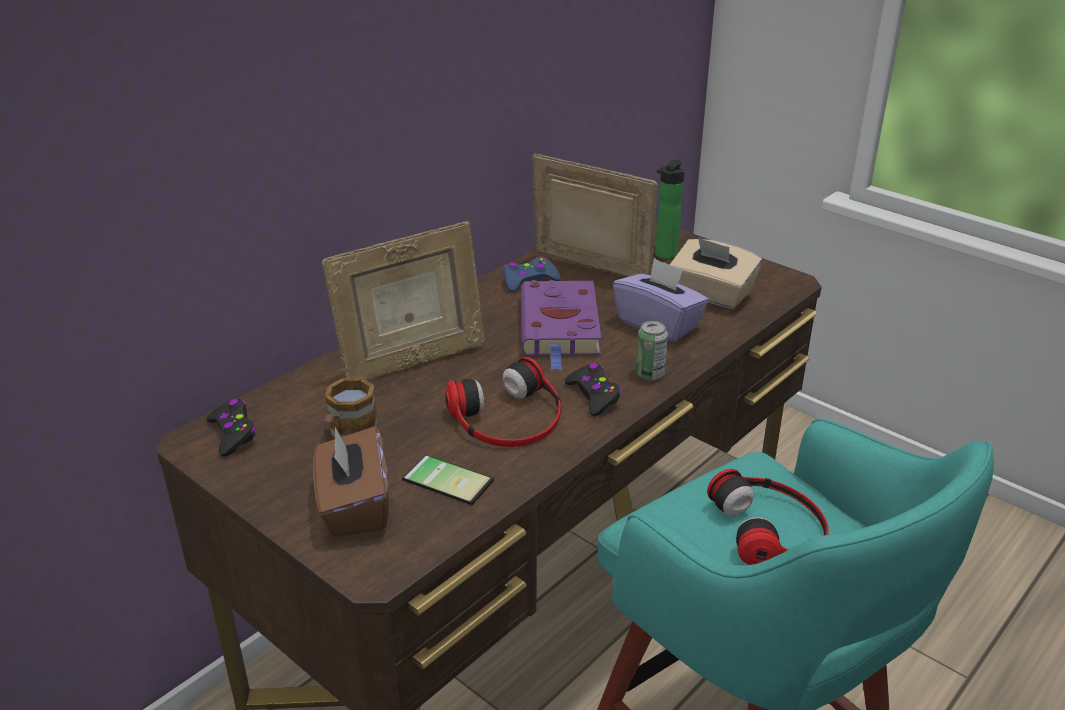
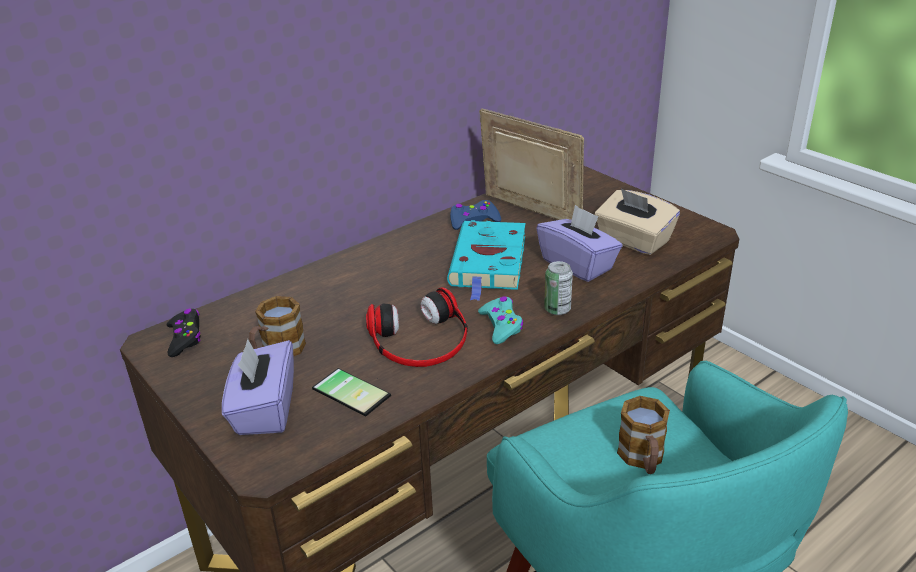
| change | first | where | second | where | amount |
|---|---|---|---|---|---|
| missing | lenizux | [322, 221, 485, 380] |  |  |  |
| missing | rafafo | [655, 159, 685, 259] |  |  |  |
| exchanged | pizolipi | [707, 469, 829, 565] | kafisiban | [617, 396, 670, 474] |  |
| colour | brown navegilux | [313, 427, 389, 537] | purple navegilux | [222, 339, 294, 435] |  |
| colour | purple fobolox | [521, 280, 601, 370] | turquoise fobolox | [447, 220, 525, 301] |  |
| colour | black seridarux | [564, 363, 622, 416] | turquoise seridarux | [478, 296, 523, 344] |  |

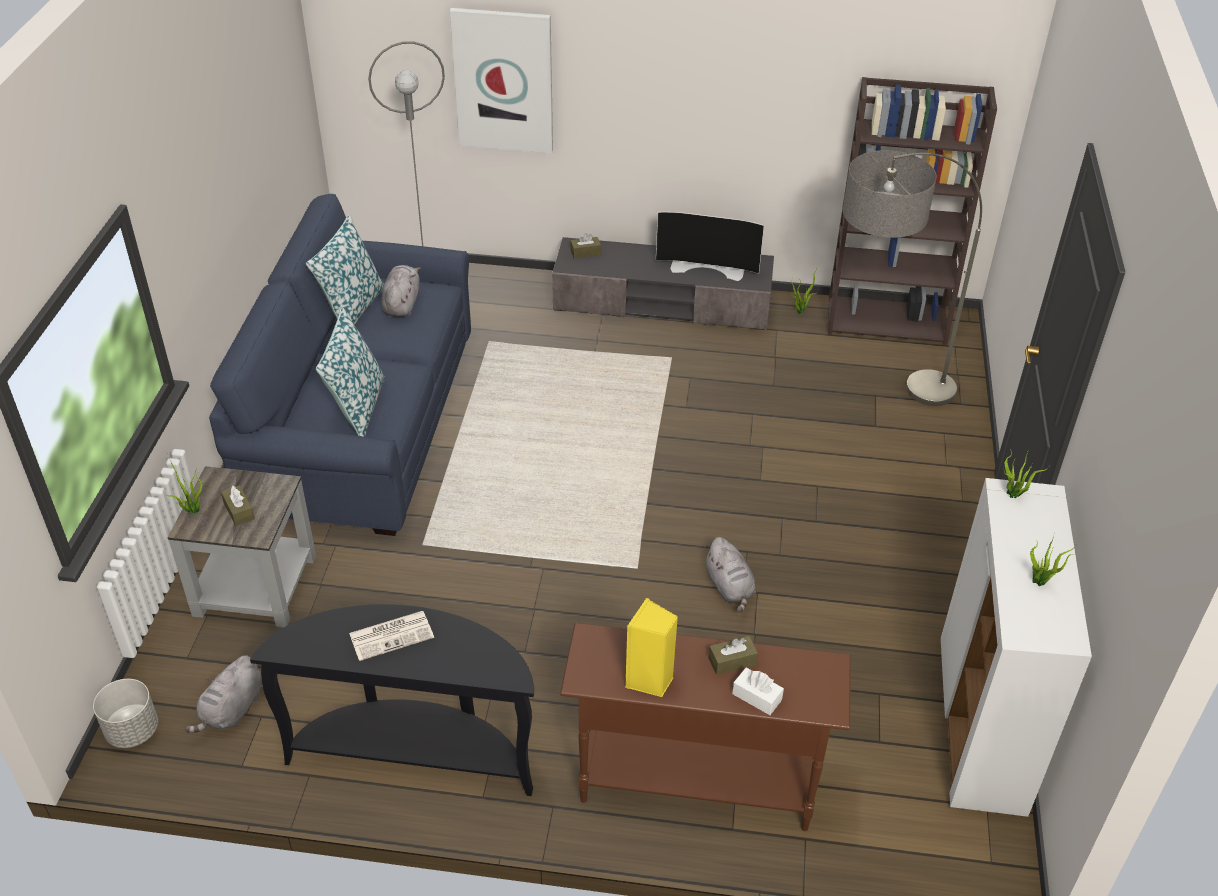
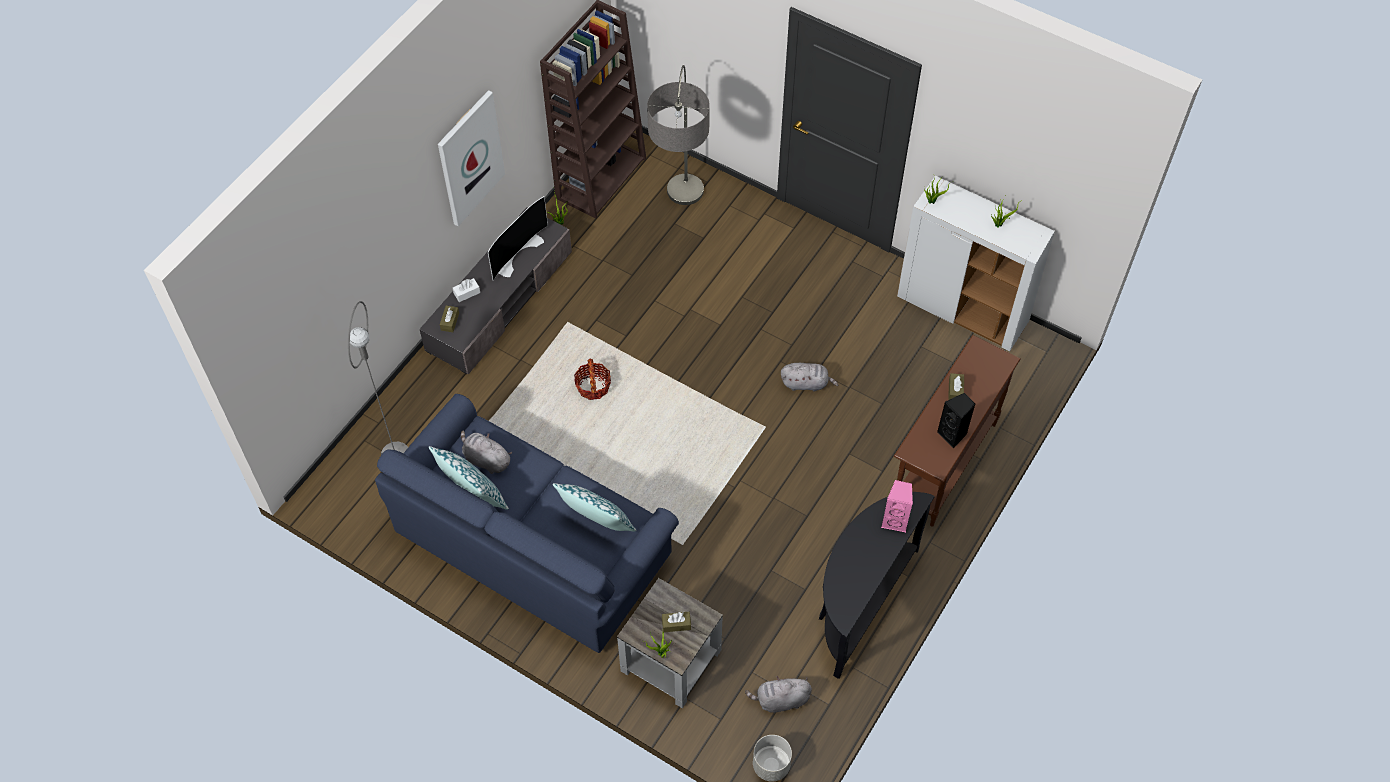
| change | first | where | second | where | amount |
|---|---|---|---|---|---|
| missing | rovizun | [349, 611, 434, 661] |  |  |  |
| appeared |  |  | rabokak | [574, 359, 611, 400] |  |
| appeared |  |  | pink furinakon | [881, 480, 913, 532] |  |
| relocated | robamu | [450, 8, 553, 153] |  | [438, 90, 505, 226] |  |
| relocated | white navegilux | [732, 668, 784, 715] |  | [453, 278, 480, 302] |  |
| colour | yellow furinakon | [625, 598, 678, 697] | black furinakon | [937, 393, 975, 448] |  |
| spun | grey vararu | [185, 655, 262, 733] |  | [745, 676, 812, 713] | 120 degrees clockwise |

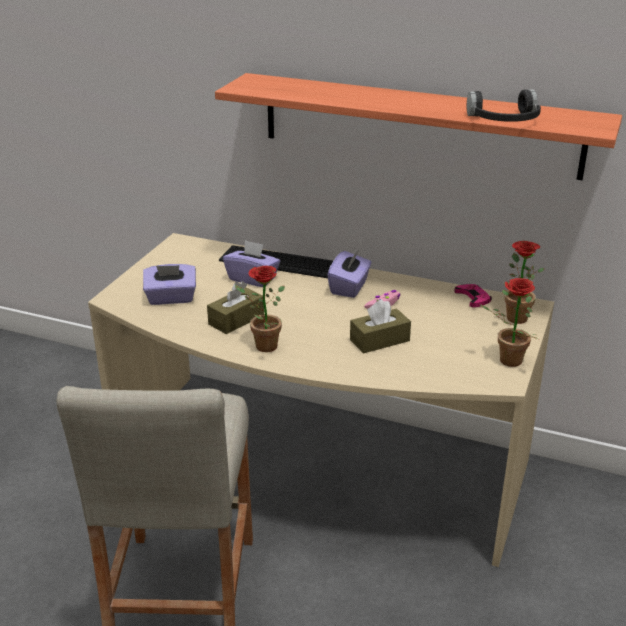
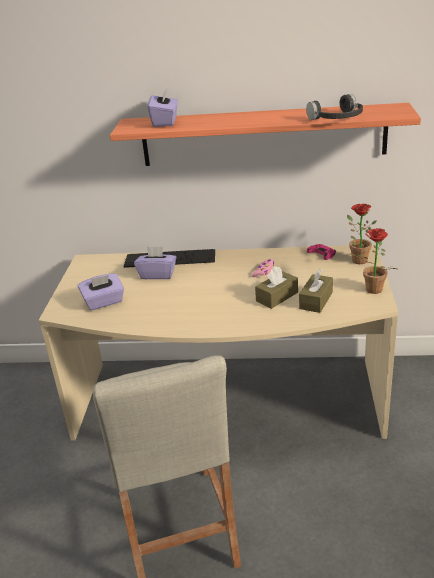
| change | first | where | second | where | amount |
|---|---|---|---|---|---|
| missing | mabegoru | [235, 266, 285, 352] |  |  |  |
| relocated | brown navegilux | [207, 281, 264, 334] |  | [299, 269, 333, 313] |  |
| relocated | purple navegilux | [327, 250, 372, 298] |  | [148, 87, 178, 127] |  |

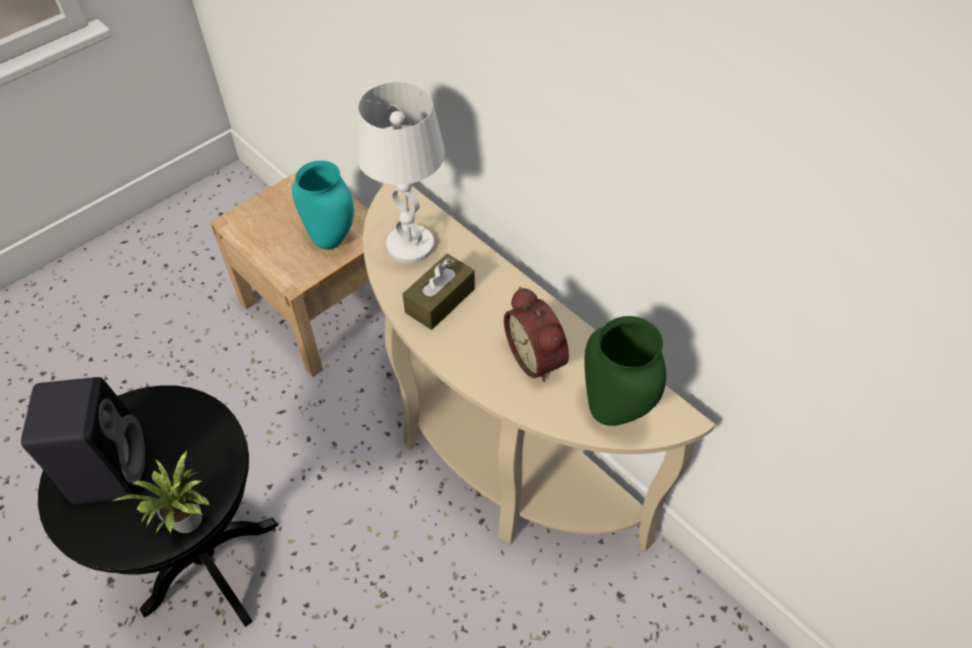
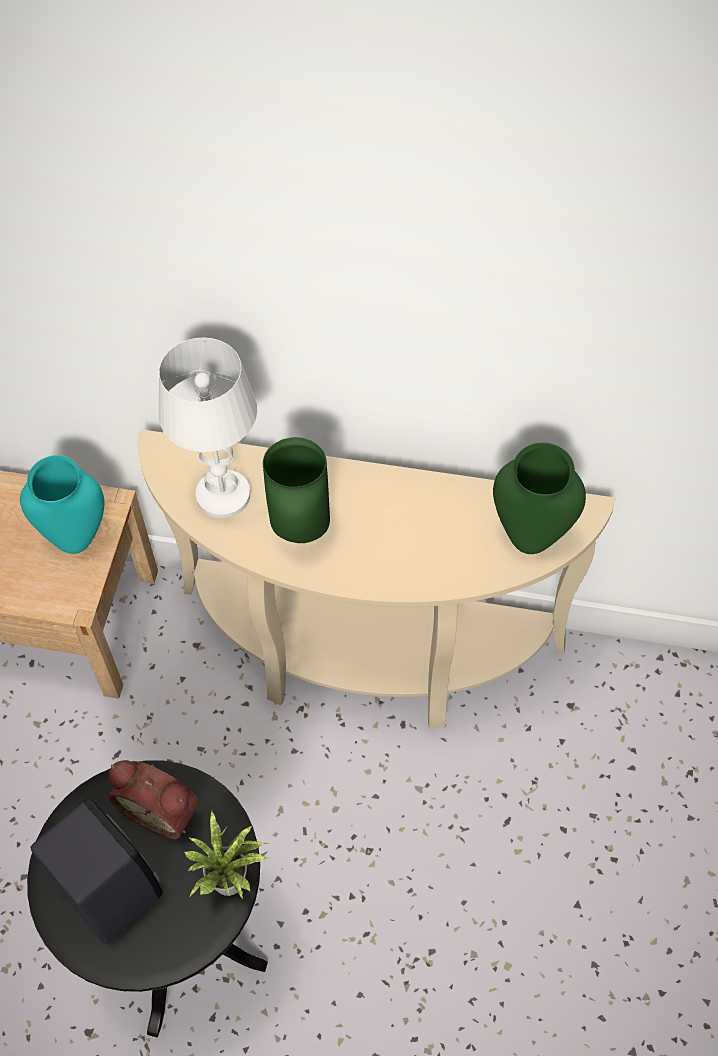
| change | first | where | second | where | amount |
|---|---|---|---|---|---|
| relocated | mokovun | [504, 287, 569, 382] |  | [109, 760, 199, 839] |  |
| exchanged | brown navegilux | [403, 254, 475, 330] | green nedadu | [263, 437, 330, 543] |  |

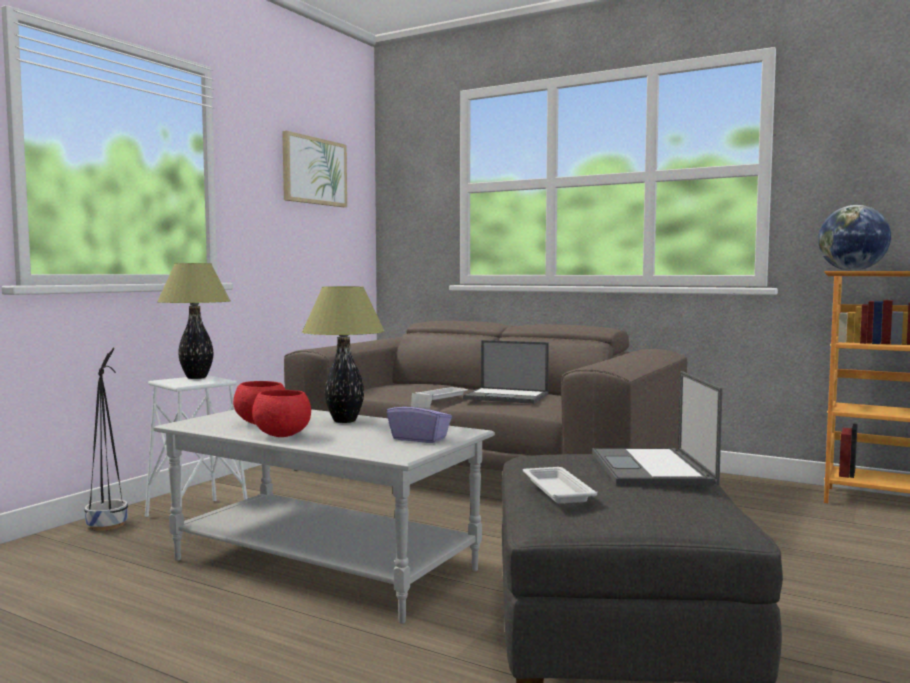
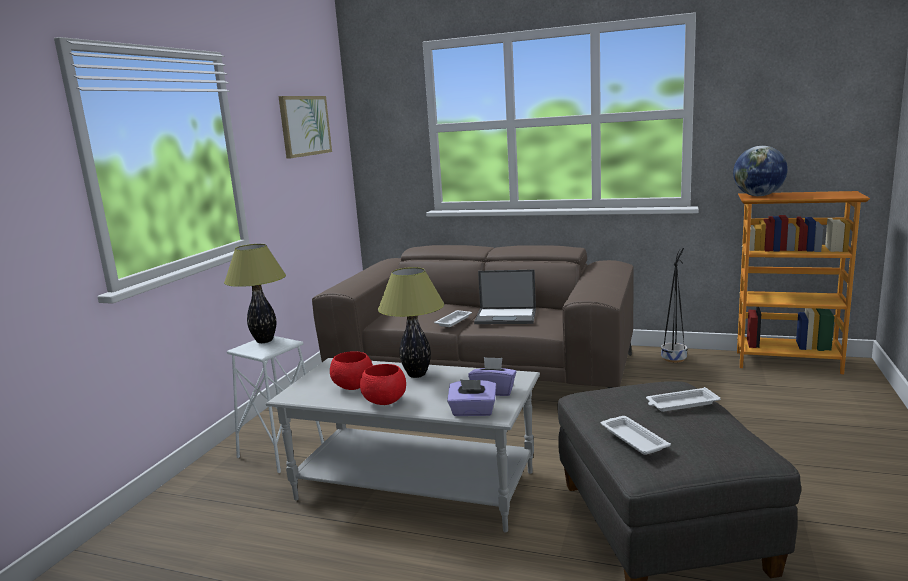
| change | first | where | second | where | amount |
|---|---|---|---|---|---|
| appeared |  |  | purple navegilux | [447, 379, 496, 416] |  |
| relocated | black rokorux | [84, 348, 128, 531] |  | [661, 248, 687, 363] |  |
| exchanged | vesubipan | [592, 371, 723, 485] | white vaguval | [646, 387, 721, 412] |  |

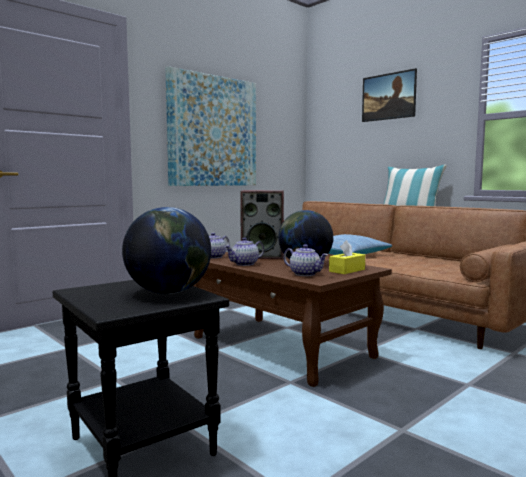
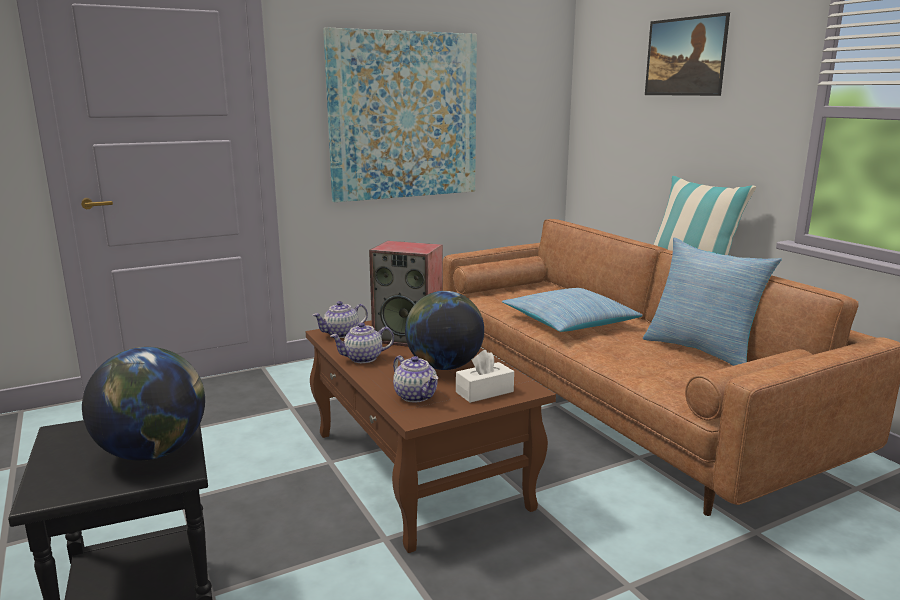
| change | first | where | second | where | amount |
|---|---|---|---|---|---|
| appeared |  |  | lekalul | [643, 238, 782, 366] |  |
| colour | yellow navegilux | [329, 240, 365, 274] | white navegilux | [456, 350, 514, 403] |  |

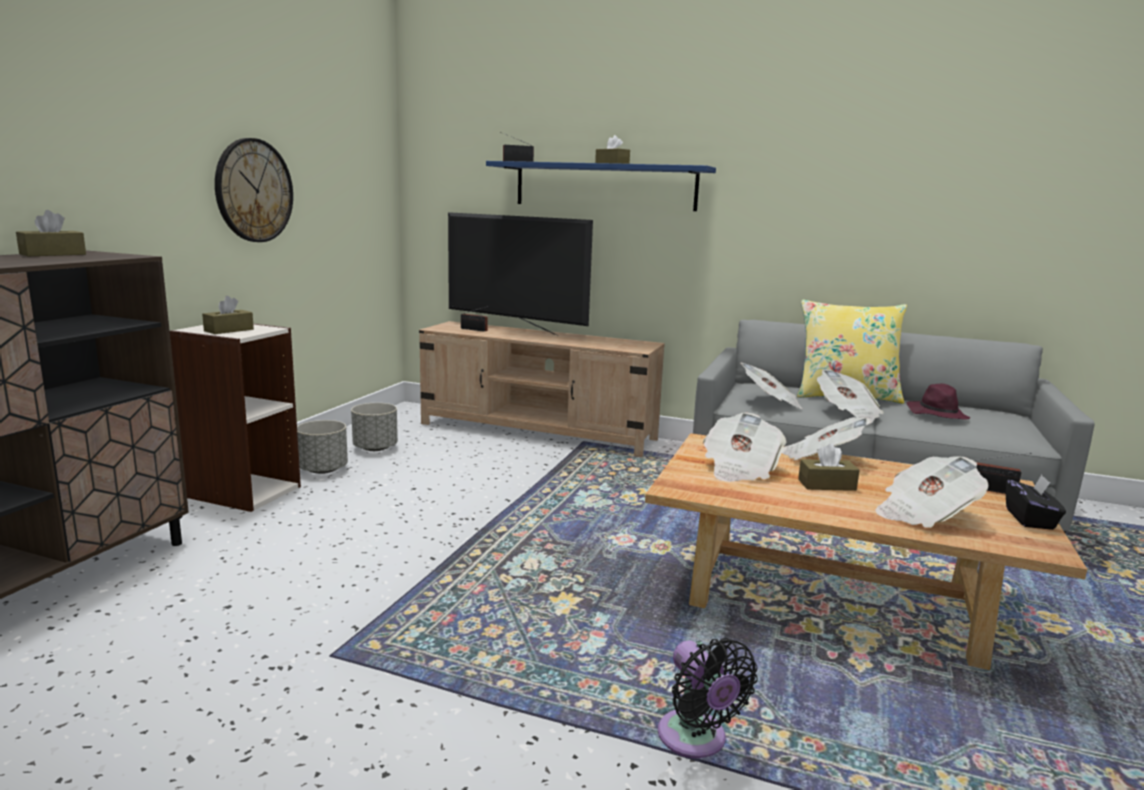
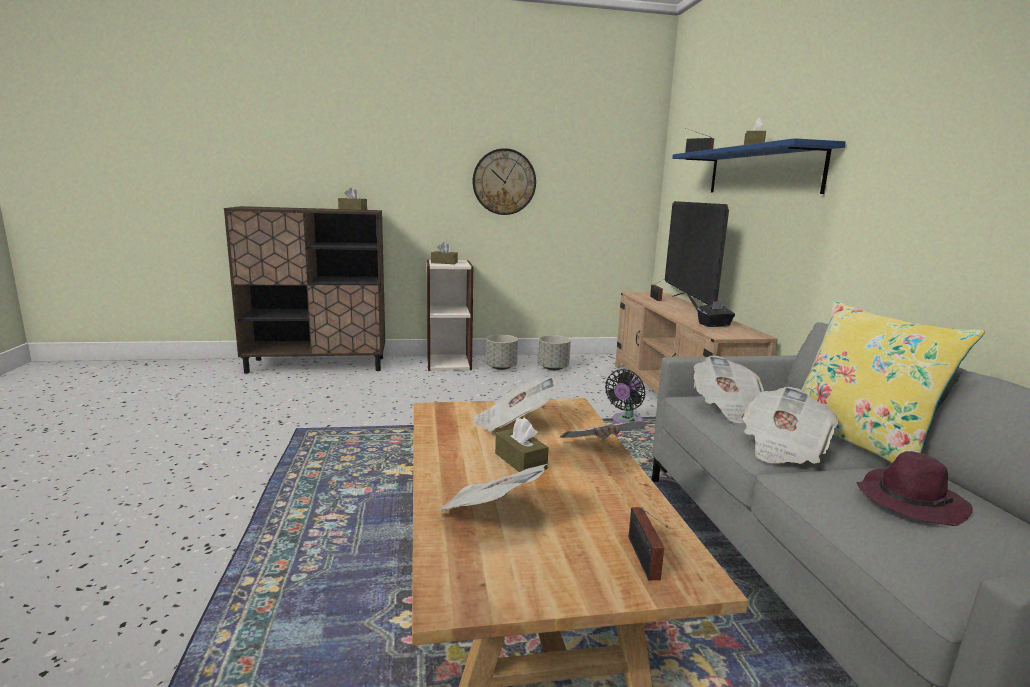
| change | first | where | second | where | amount |
|---|---|---|---|---|---|
| relocated | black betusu | [658, 638, 758, 758] |  | [605, 369, 646, 423] |  |
| relocated | black navegilux | [1006, 475, 1066, 530] |  | [697, 301, 735, 327] |  |

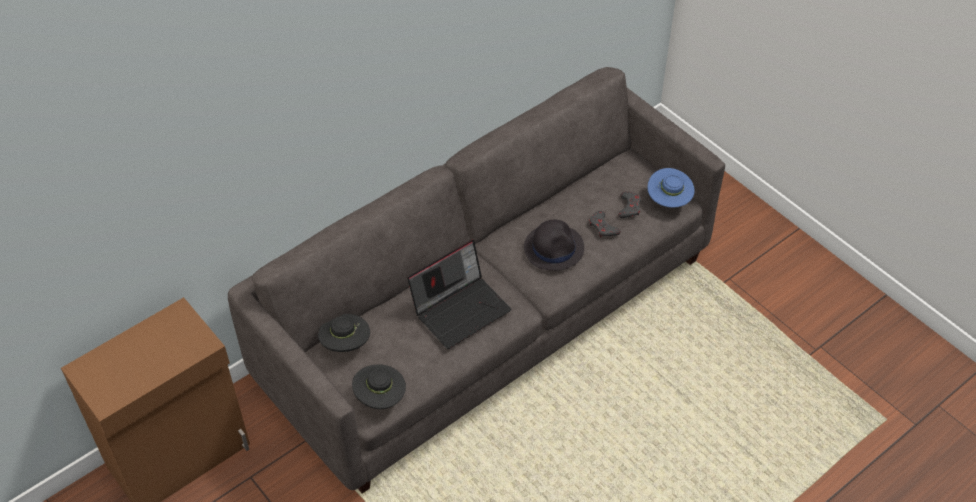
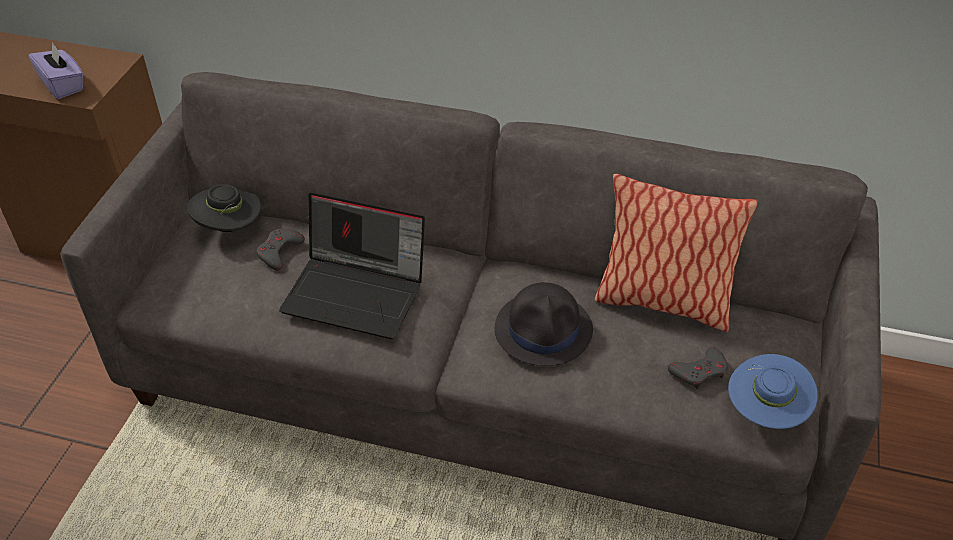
| change | first | where | second | where | amount |
|---|---|---|---|---|---|
| missing | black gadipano | [352, 364, 406, 409] |  |  |  |
| appeared |  |  | purple navegilux | [28, 41, 83, 99] |  |
| appeared |  |  | lekalul | [595, 174, 758, 332] |  |
| relocated | grey seridarux | [589, 211, 621, 237] |  | [256, 229, 305, 271] |  |

